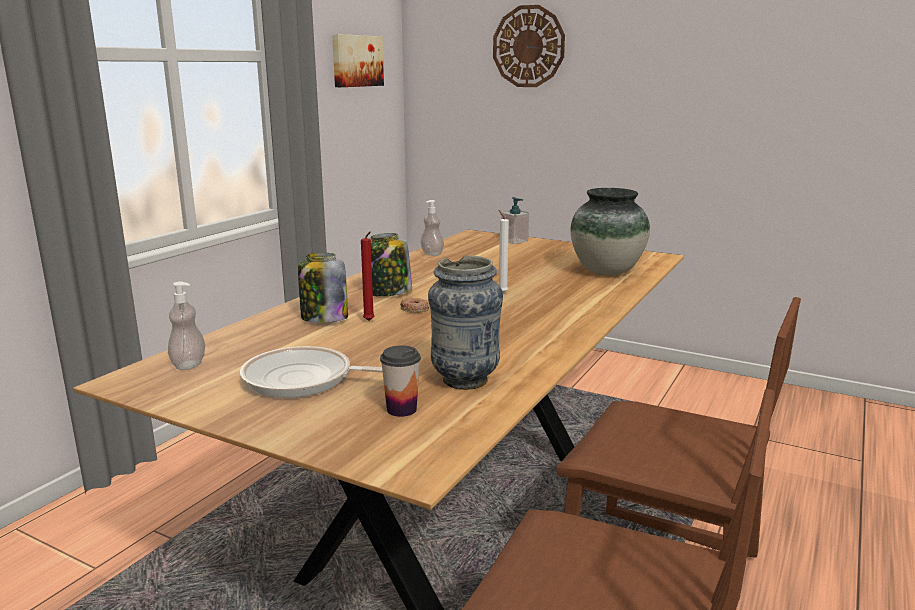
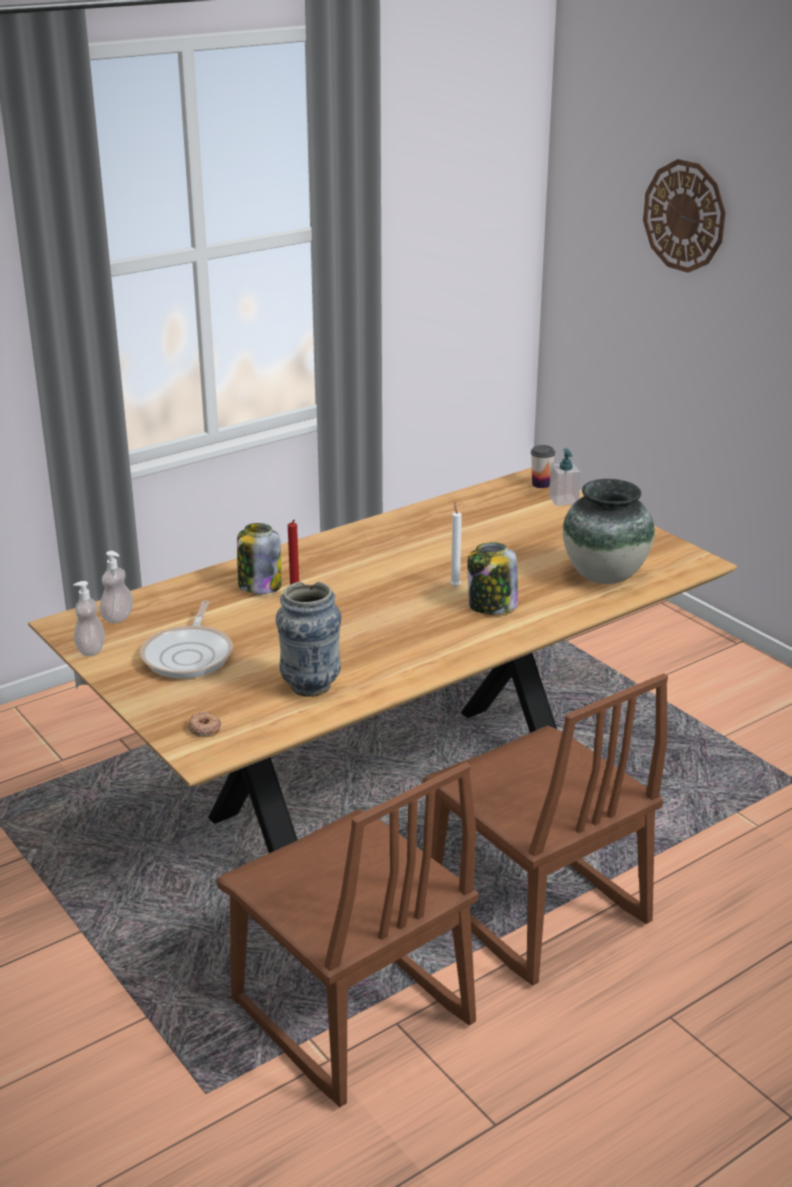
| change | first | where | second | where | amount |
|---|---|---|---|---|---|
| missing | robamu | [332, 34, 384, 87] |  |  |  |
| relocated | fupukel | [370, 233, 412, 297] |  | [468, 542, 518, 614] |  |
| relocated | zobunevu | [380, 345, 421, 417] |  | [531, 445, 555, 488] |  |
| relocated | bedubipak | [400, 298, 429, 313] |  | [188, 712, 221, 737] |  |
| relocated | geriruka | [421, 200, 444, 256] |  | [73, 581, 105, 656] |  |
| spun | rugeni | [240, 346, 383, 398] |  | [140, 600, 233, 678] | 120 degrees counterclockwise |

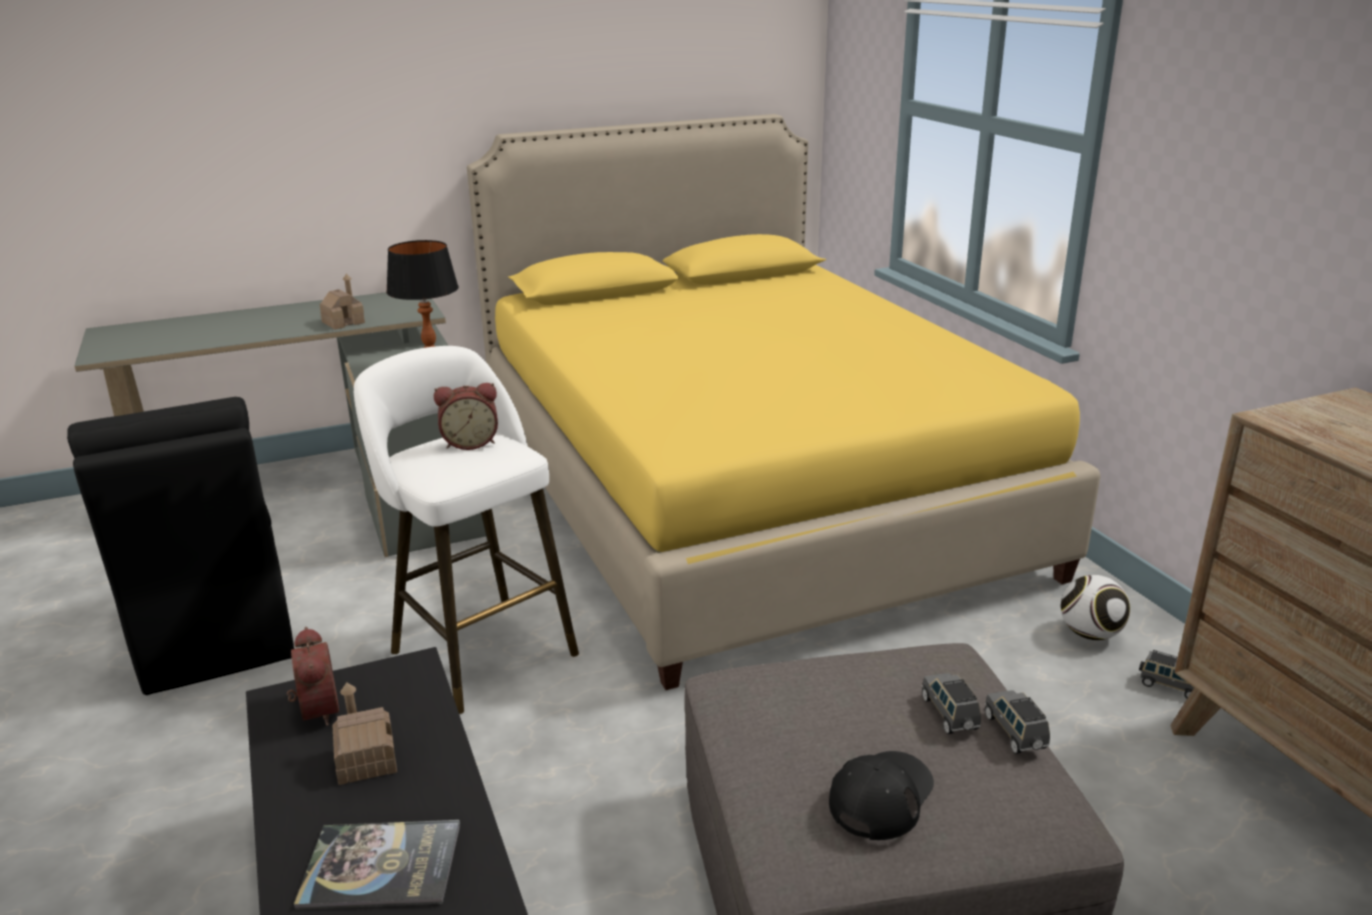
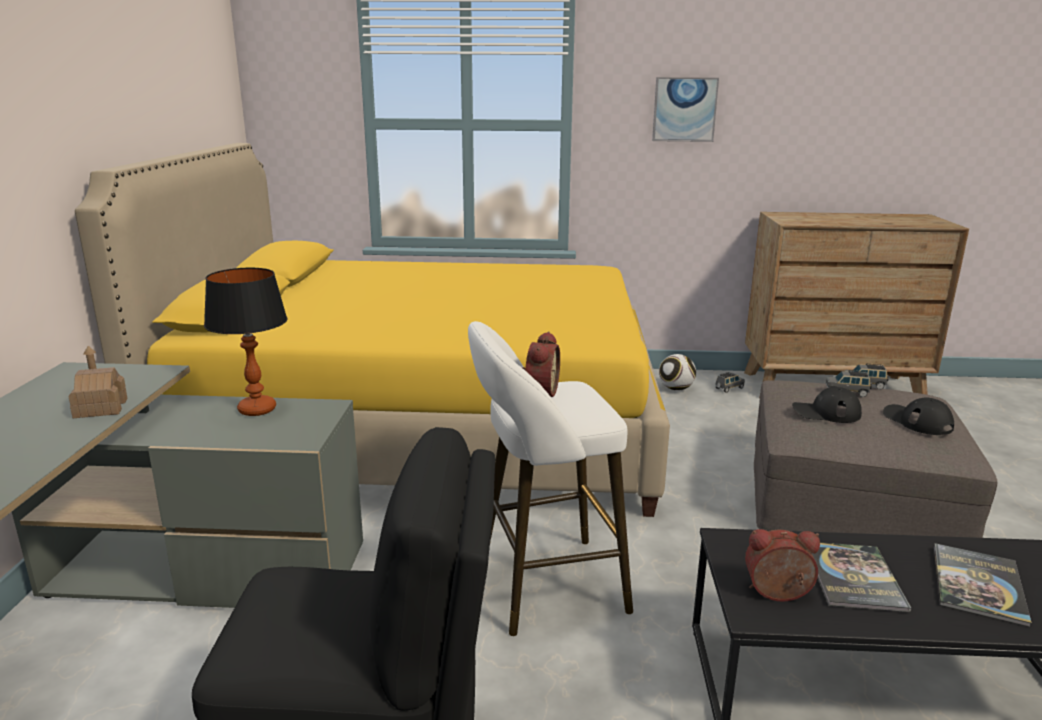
| change | first | where | second | where | amount |
|---|---|---|---|---|---|
| appeared |  |  | robamu | [652, 77, 719, 142] |  |
| appeared |  |  | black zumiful | [792, 387, 862, 423] |  |
| exchanged | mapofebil | [332, 682, 397, 785] | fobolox | [811, 542, 911, 613] |  |

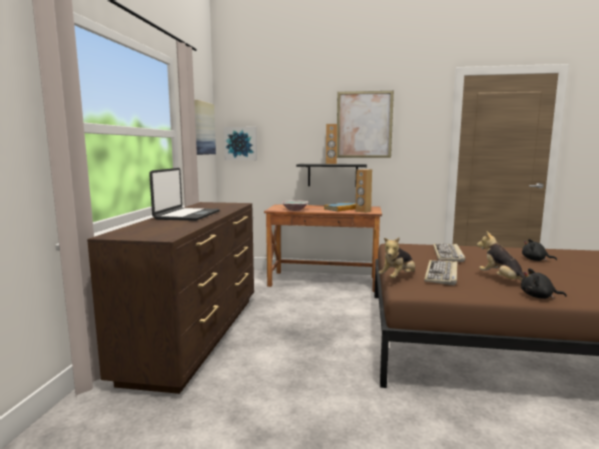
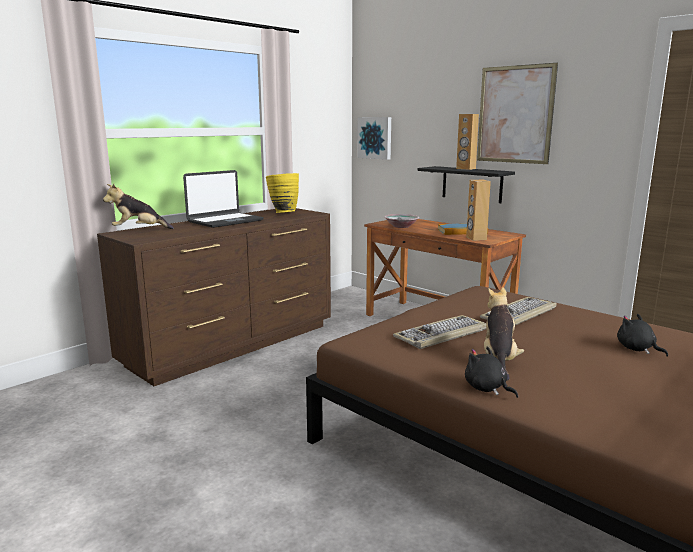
| change | first | where | second | where | amount |
|---|---|---|---|---|---|
| missing | robamu | [194, 100, 216, 155] |  |  |  |
| appeared |  |  | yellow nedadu | [266, 173, 299, 213] |  |
| relocated | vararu | [378, 237, 415, 278] |  | [103, 184, 174, 229] |  |

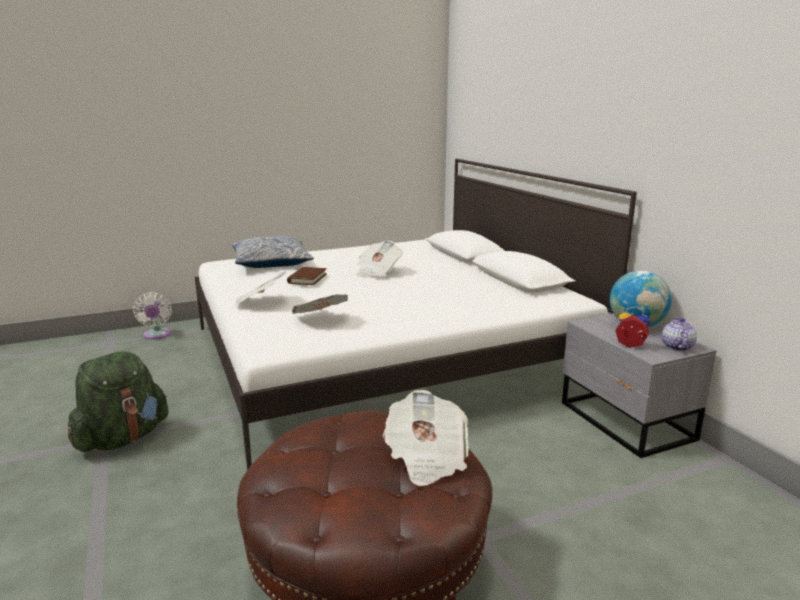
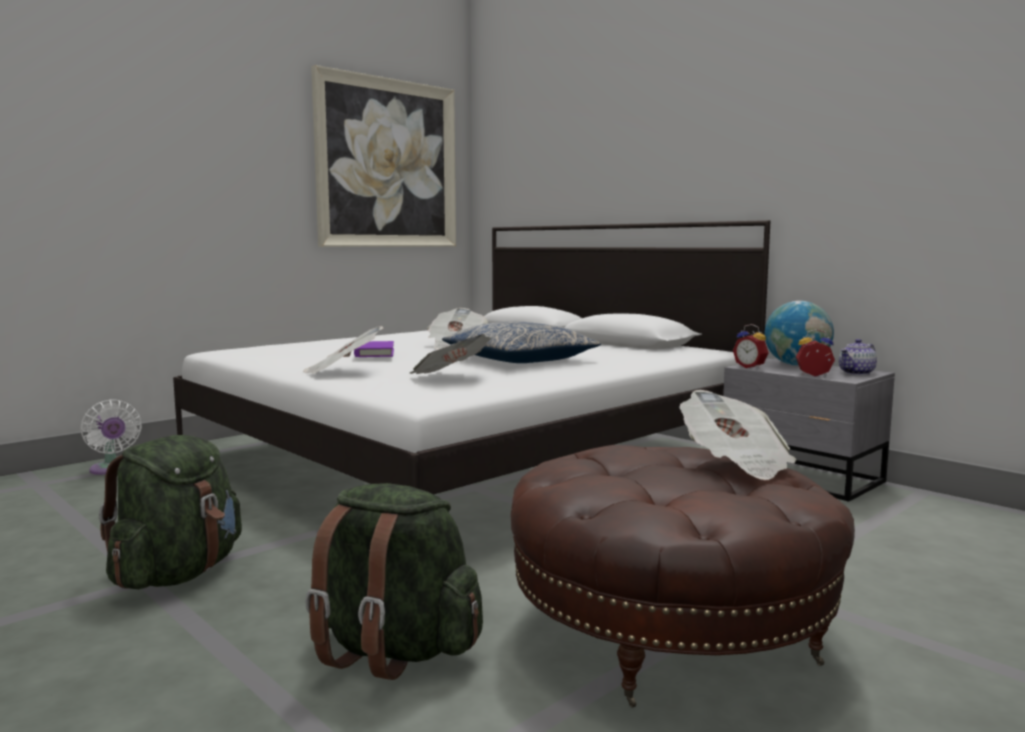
| change | first | where | second | where | amount |
|---|---|---|---|---|---|
| appeared |  |  | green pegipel | [305, 483, 483, 680] |  |
| appeared |  |  | robamu | [311, 65, 456, 247] |  |
| appeared |  |  | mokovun | [733, 324, 769, 369] |  |
| relocated | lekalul | [232, 236, 314, 268] |  | [442, 322, 601, 363] |  |
| colour | brown fobolox | [287, 267, 327, 285] | purple fobolox | [354, 341, 394, 357] |  |
| spun | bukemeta | [662, 317, 697, 351] |  | [839, 339, 877, 375] | 120 degrees counterclockwise |

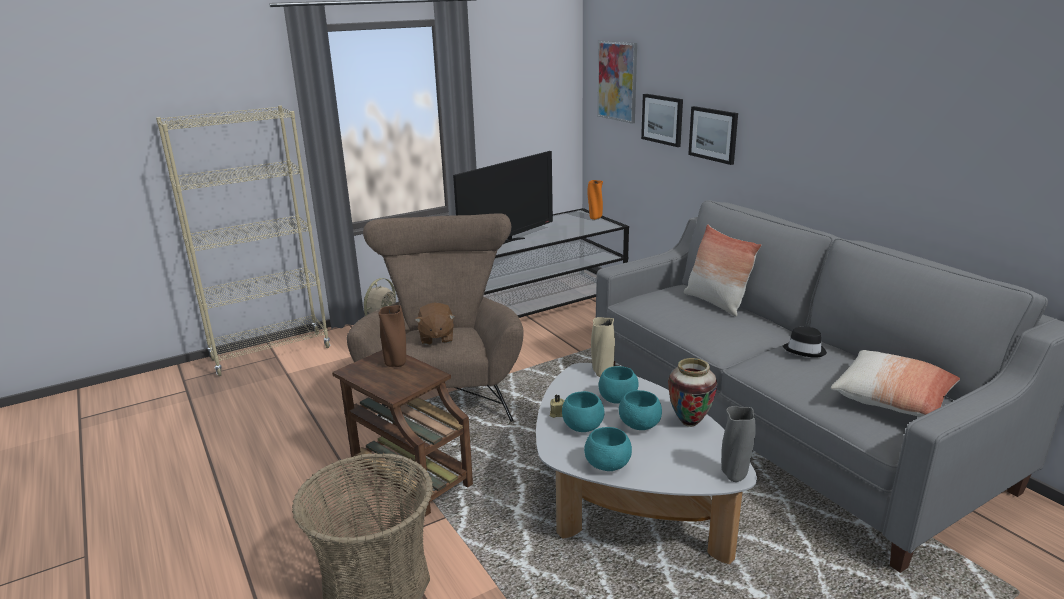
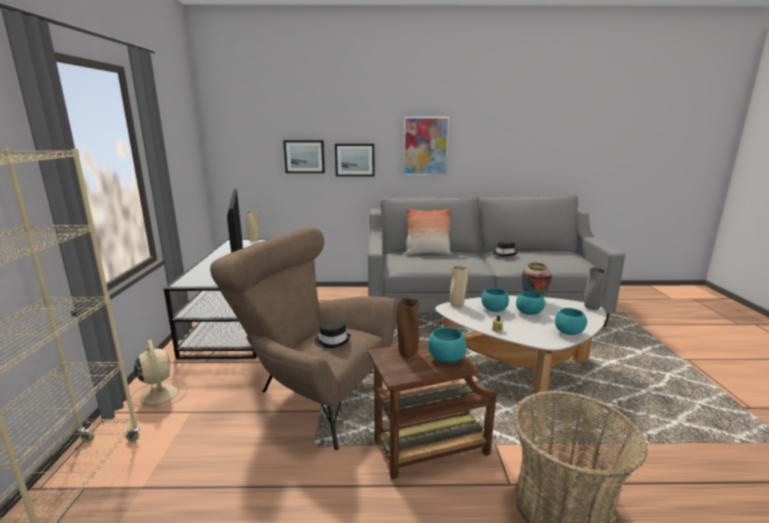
| change | first | where | second | where | amount |
|---|---|---|---|---|---|
| missing | lekalul | [831, 350, 960, 417] |  |  |  |
| relocated | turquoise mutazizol | [562, 391, 605, 432] |  | [428, 327, 467, 363] |  |
| relocated | robamu | [597, 41, 637, 123] |  | [403, 117, 449, 175] |  |
| exchanged | brown vararu | [415, 303, 455, 345] | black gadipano | [314, 322, 351, 348] |  |
| colour | orange nedadu | [587, 180, 603, 220] | beige nedadu | [246, 211, 259, 242] |  |

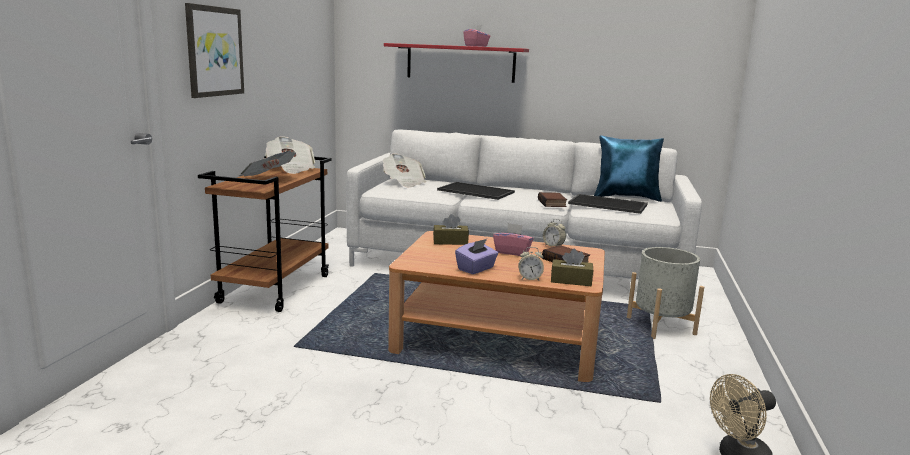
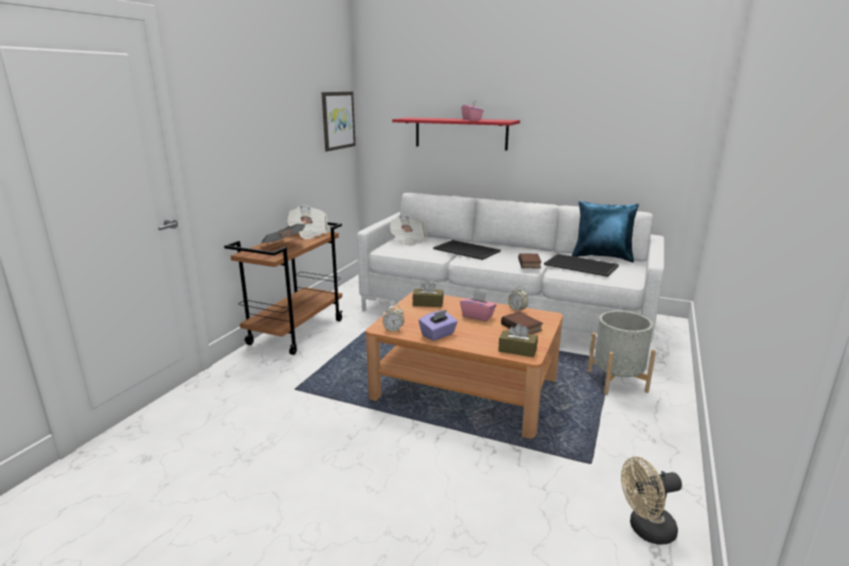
| change | first | where | second | where | amount |
|---|---|---|---|---|---|
| relocated | robamu | [185, 3, 244, 98] |  | [322, 92, 356, 151] |  |
| relocated | mokovun | [518, 247, 544, 280] |  | [383, 304, 404, 332] |  |

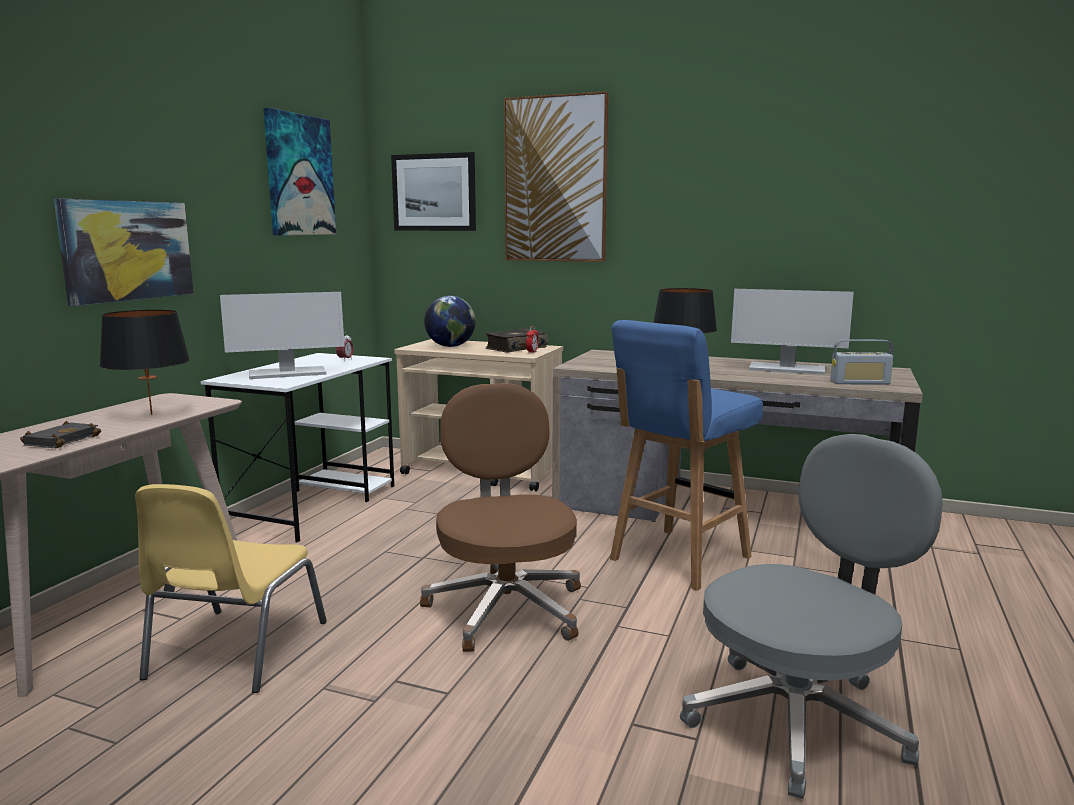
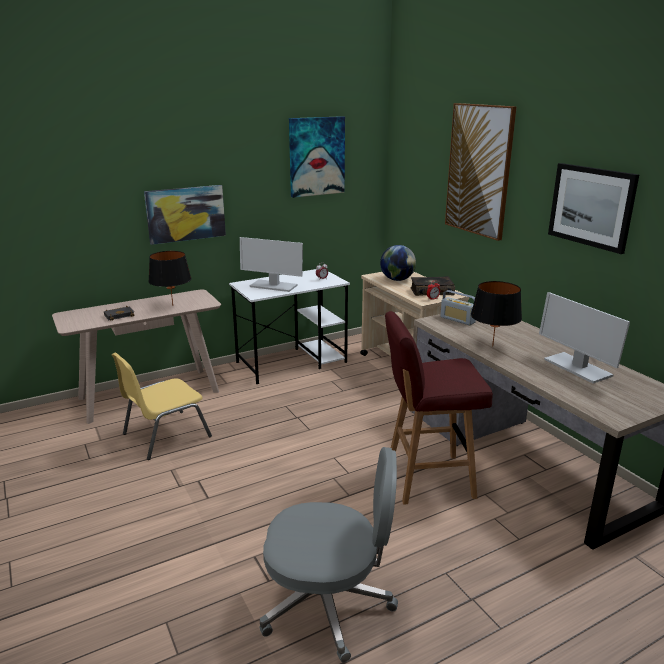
| change | first | where | second | where | amount |
|---|---|---|---|---|---|
| missing | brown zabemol | [420, 383, 581, 652] |  |  |  |
| relocated | robamu | [391, 152, 476, 231] |  | [548, 163, 639, 254] |  |
| relocated | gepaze | [831, 339, 893, 385] |  | [440, 290, 476, 325] |  |
| colour | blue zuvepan | [610, 320, 763, 591] | red zuvepan | [385, 311, 493, 505] |  |

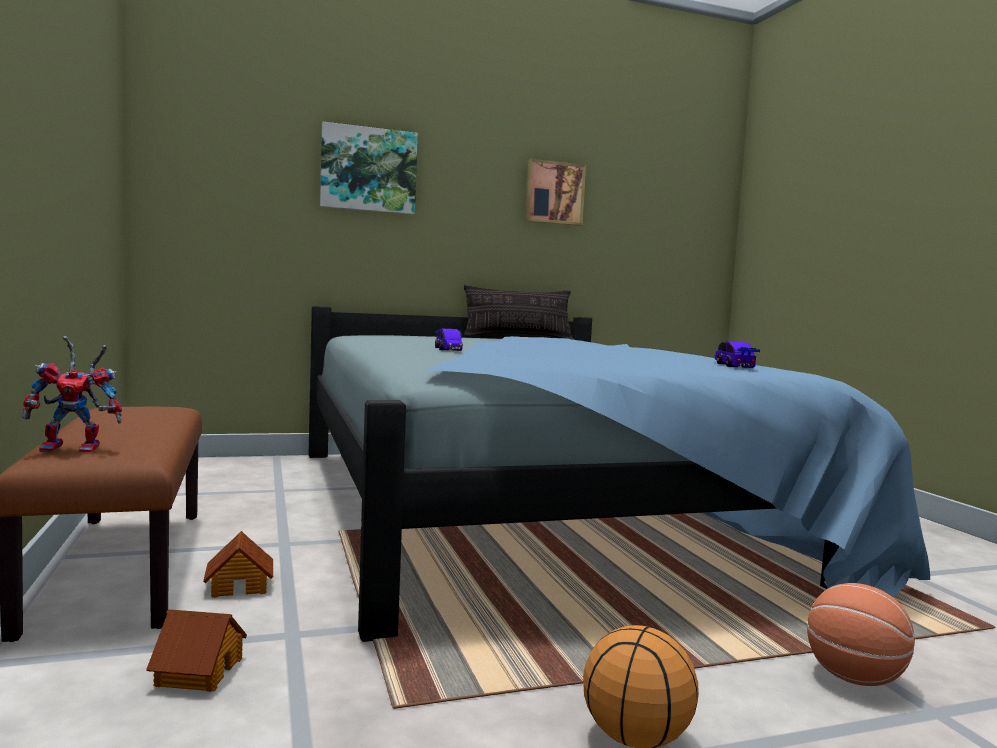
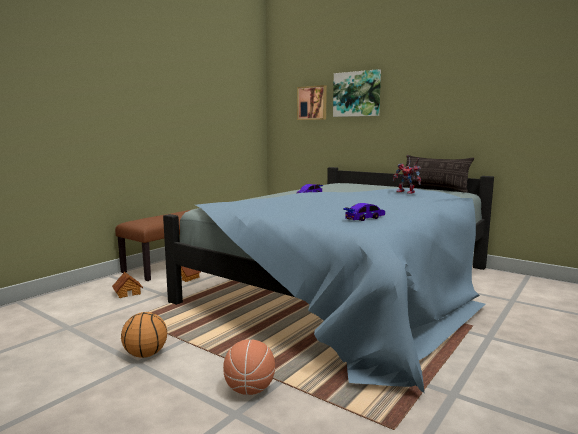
| change | first | where | second | where | amount |
|---|---|---|---|---|---|
| relocated | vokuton | [22, 336, 122, 452] |  | [393, 155, 421, 194] |  |
| relocated | robamu | [525, 159, 586, 226] |  | [297, 85, 327, 120] |  |

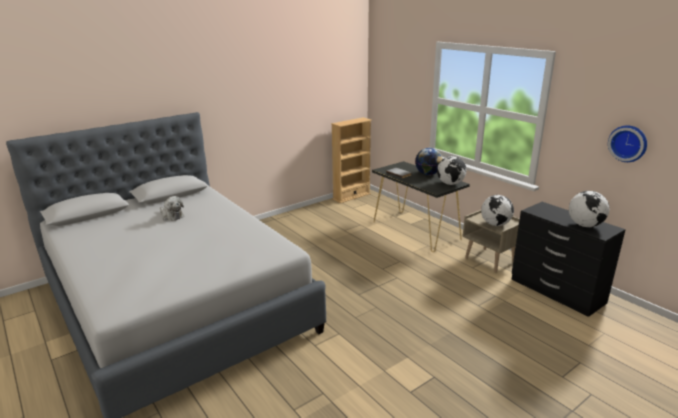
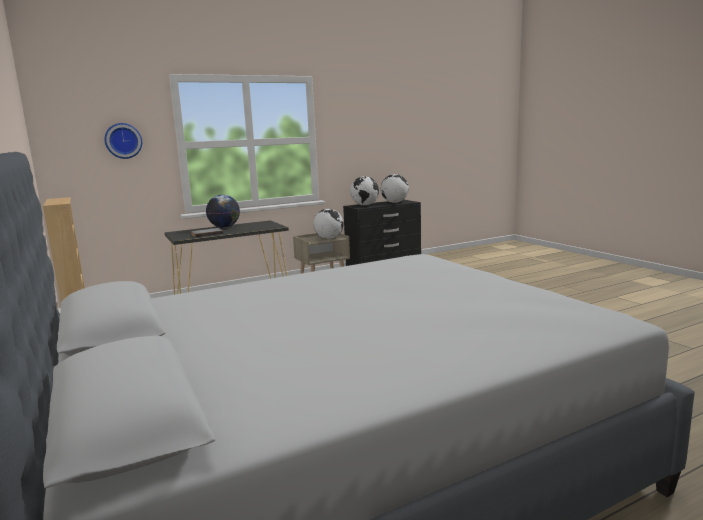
| change | first | where | second | where | amount |
|---|---|---|---|---|---|
| missing | vararu | [160, 196, 184, 221] |  |  |  |
| relocated | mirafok | [437, 156, 466, 185] |  | [350, 176, 379, 206] |  |
| relocated | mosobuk | [608, 125, 647, 162] |  | [104, 123, 142, 159] |  |

